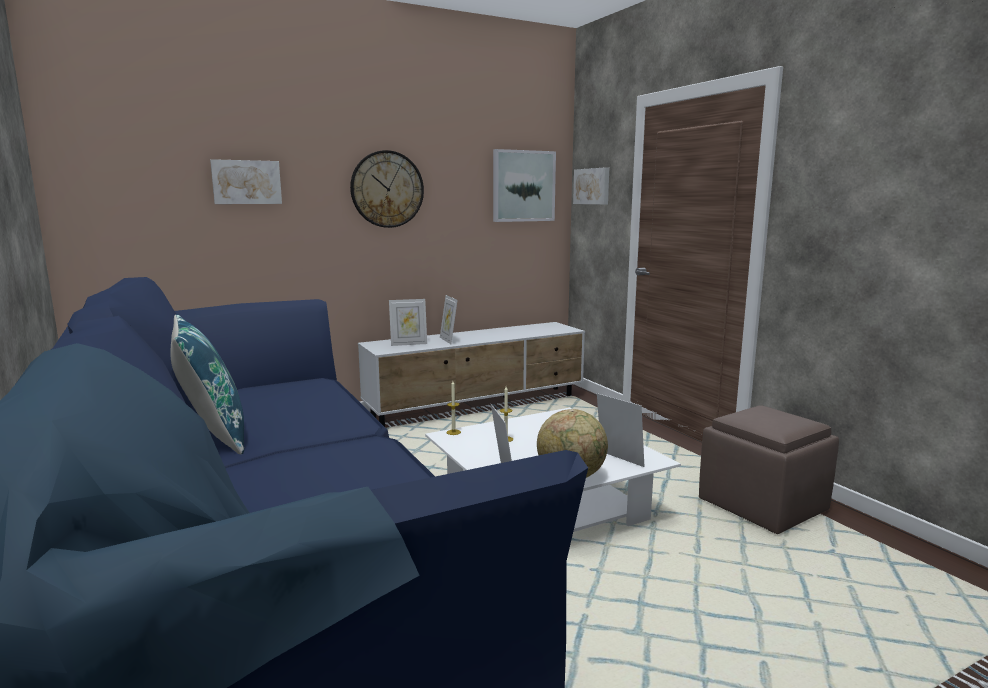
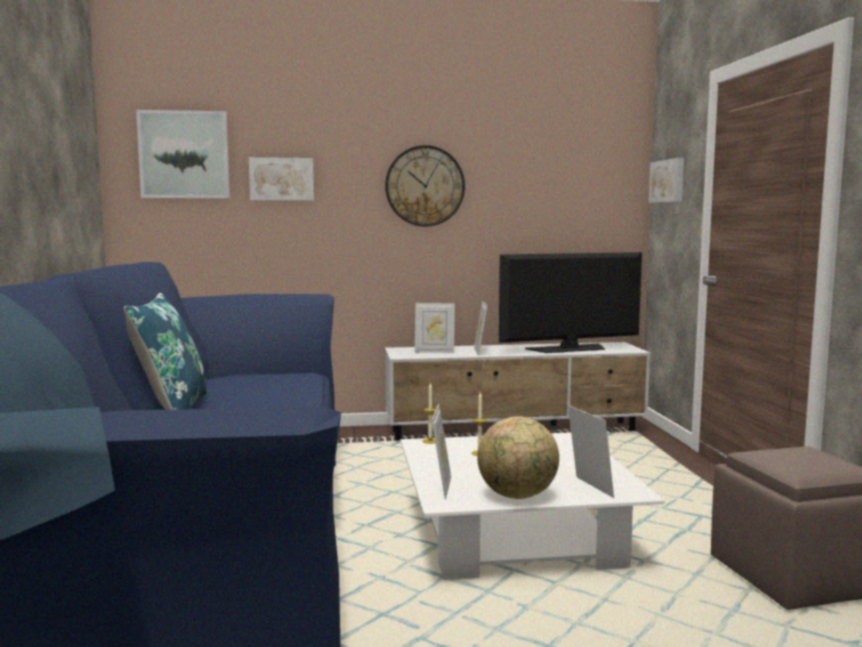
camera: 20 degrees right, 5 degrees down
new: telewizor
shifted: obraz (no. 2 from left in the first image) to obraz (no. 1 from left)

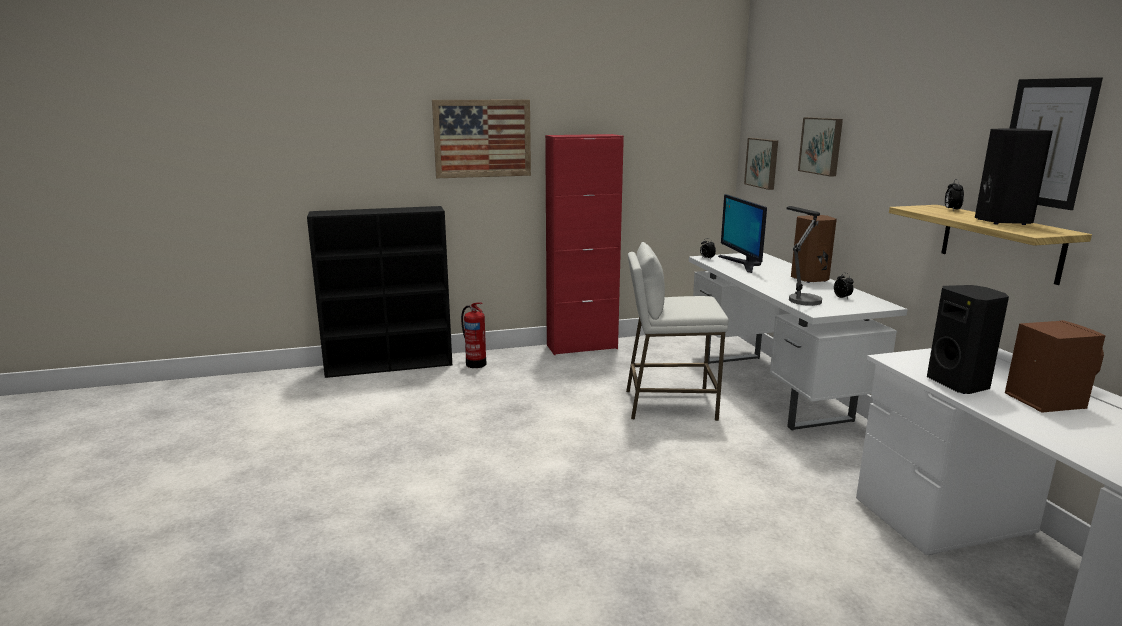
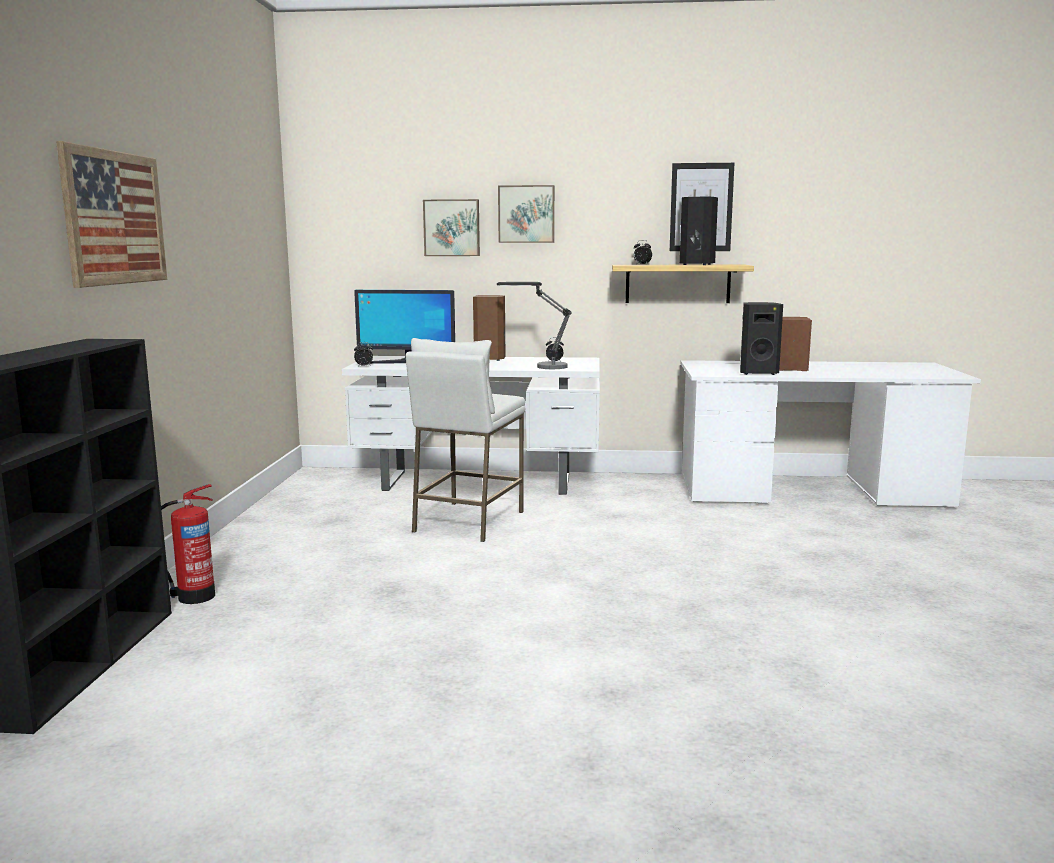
camera: 70 degrees left, 5 degrees down
gone: szafka (czerwony)
shifted: obraz (no. 2 from left in the first image) to obraz (no. 3 from left)

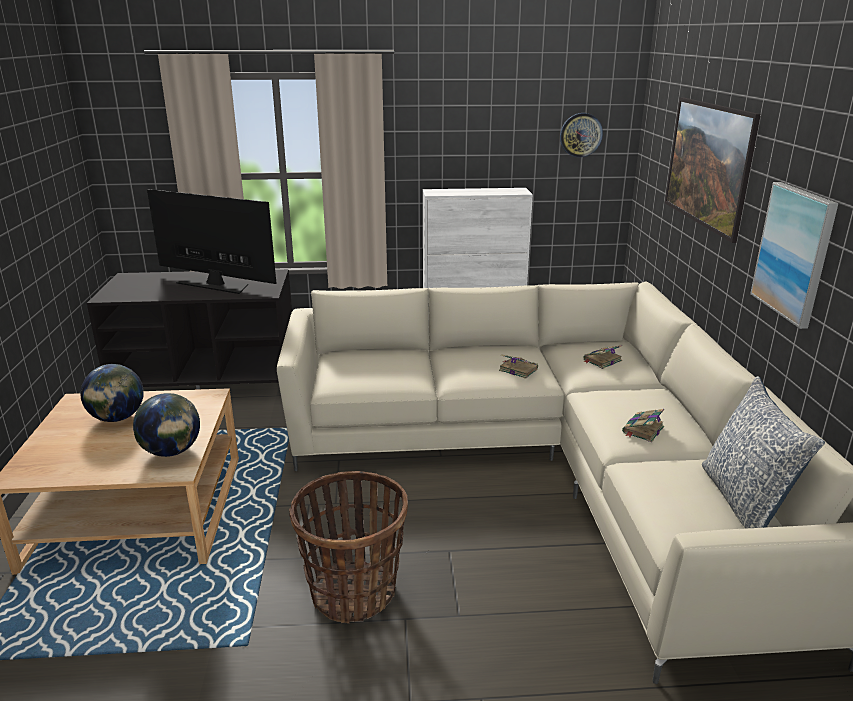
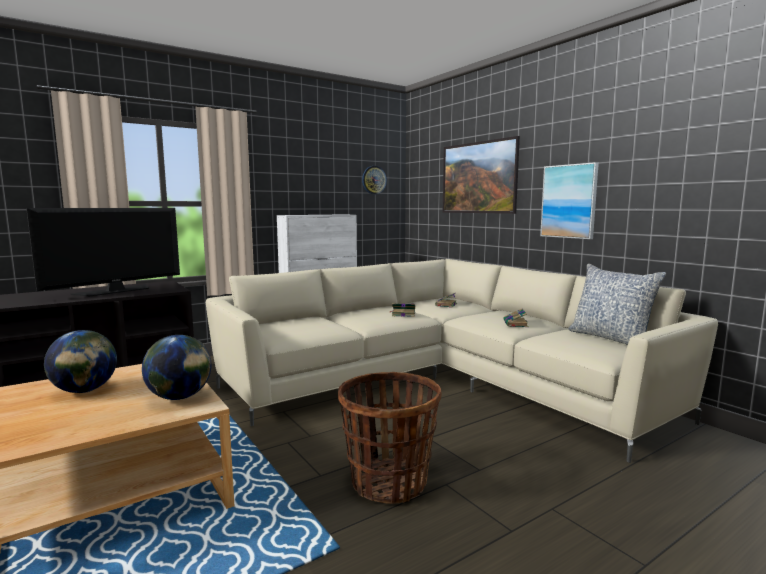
camera: 30 degrees left, 15 degrees down
rotated: telewizor 135 degrees clockwise

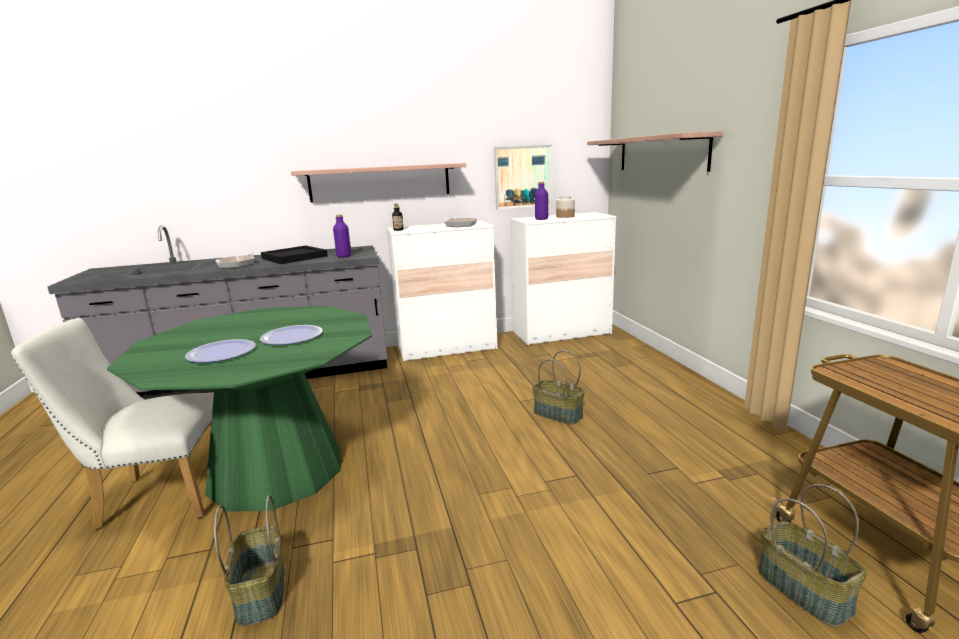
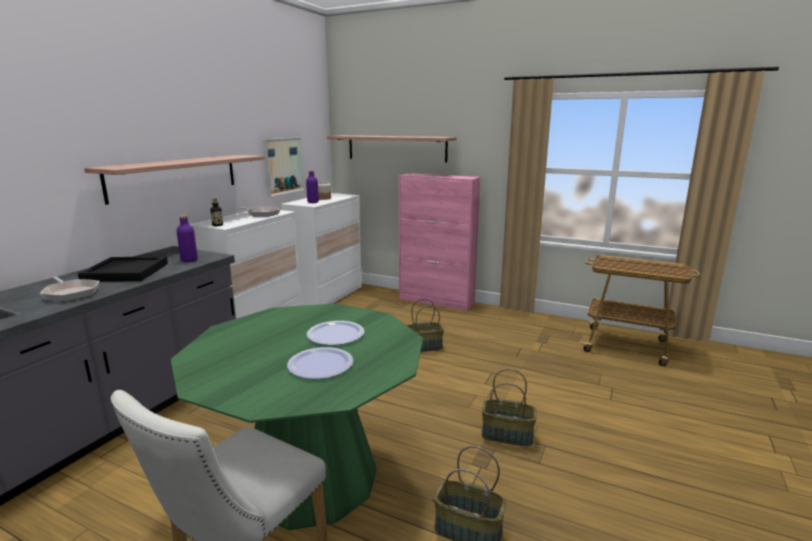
camera: 50 degrees left, 0 degrees up
new: szafka (różowy)
shifted: koszyk (no. 3 from left)

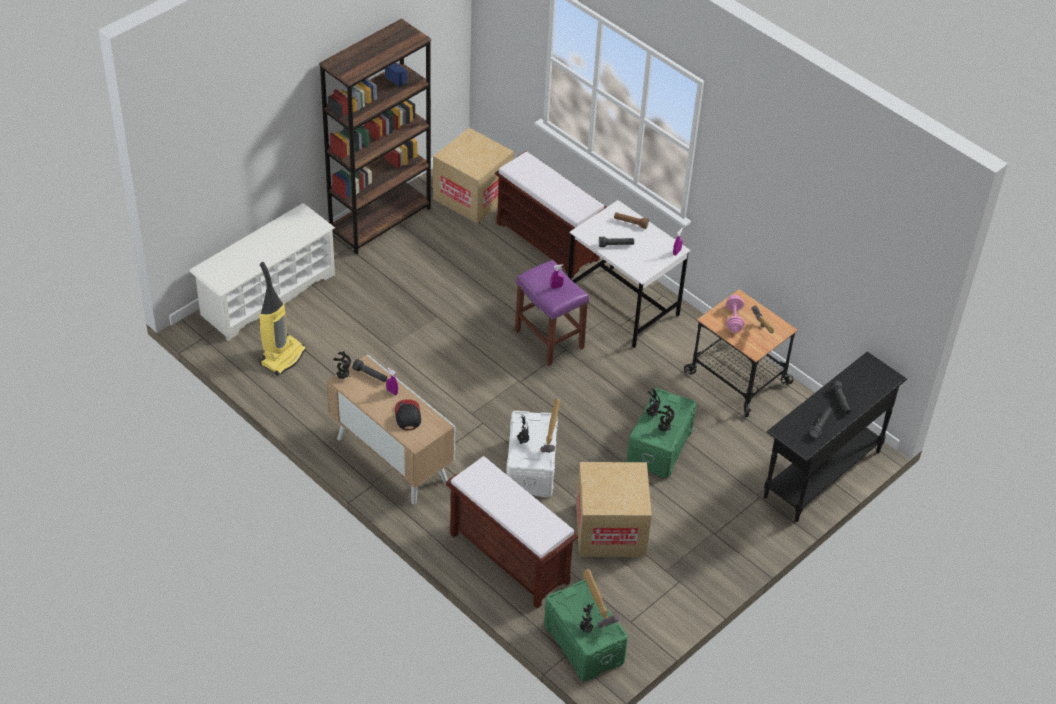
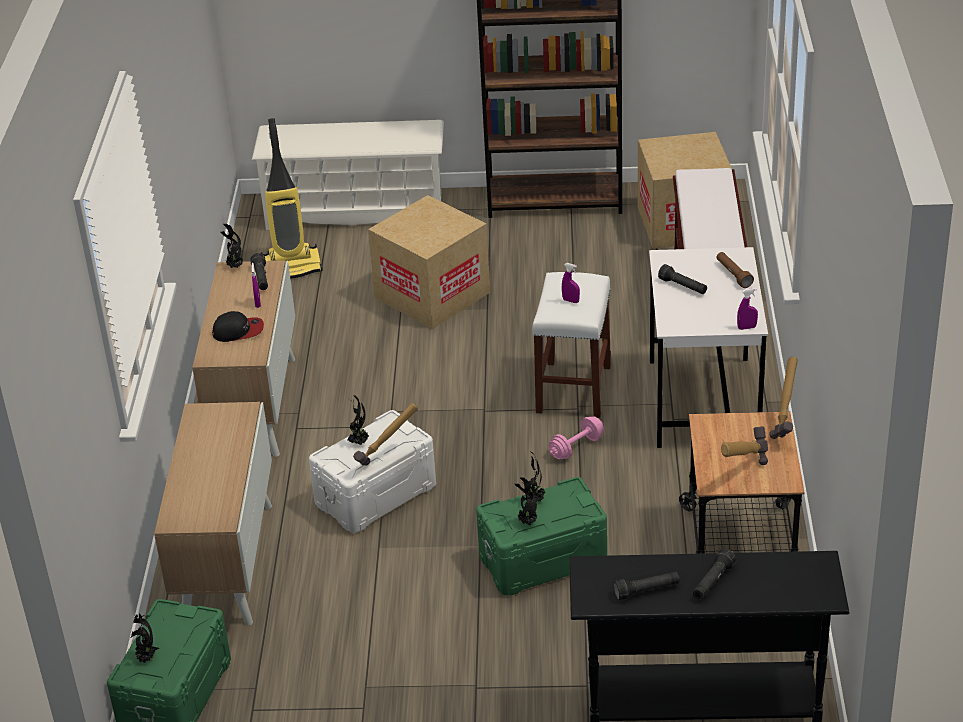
camera: 50 degrees right, 10 degrees down
shifted: karton (no. 2 from left in the first image) to karton (no. 1 from left); młotek (no. 2 from left in the first image) to młotek (no. 3 from left); hantel (różowy)
swapped: ławka (brązowy) (no. 1 from left) to szafka (no. 1 from left)
repainted: stołek (fioletowy) to stołek (biały)
rotated: czapka z daszkiem 45 degrees clockwise

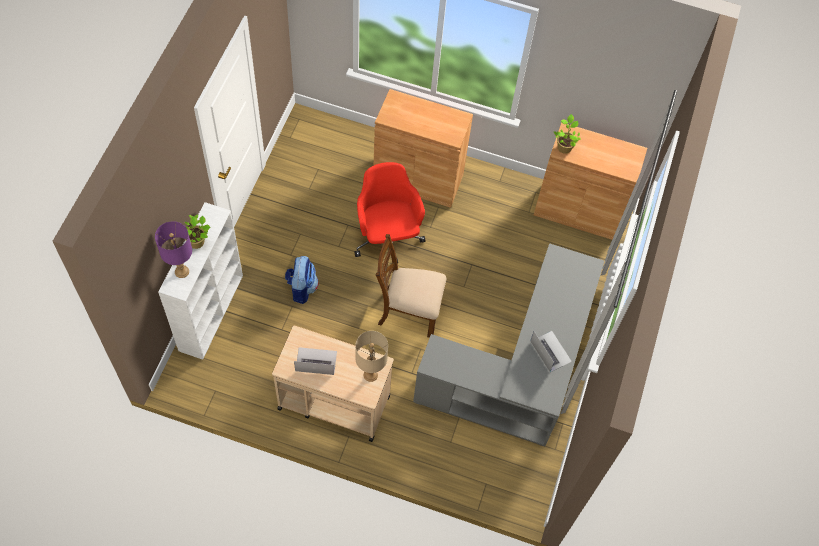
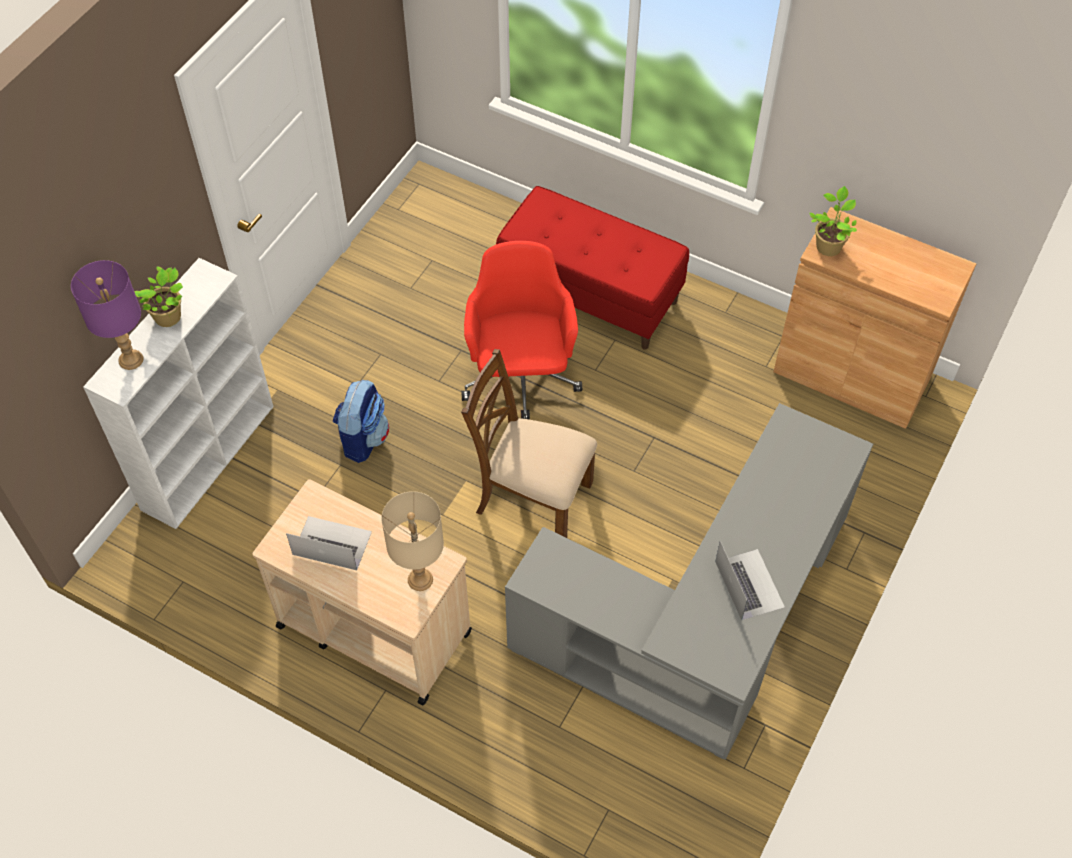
camera: 15 degrees right, 5 degrees down
swapped: szafka (brązowy) (no. 1 from left) to ławka (czerwony)

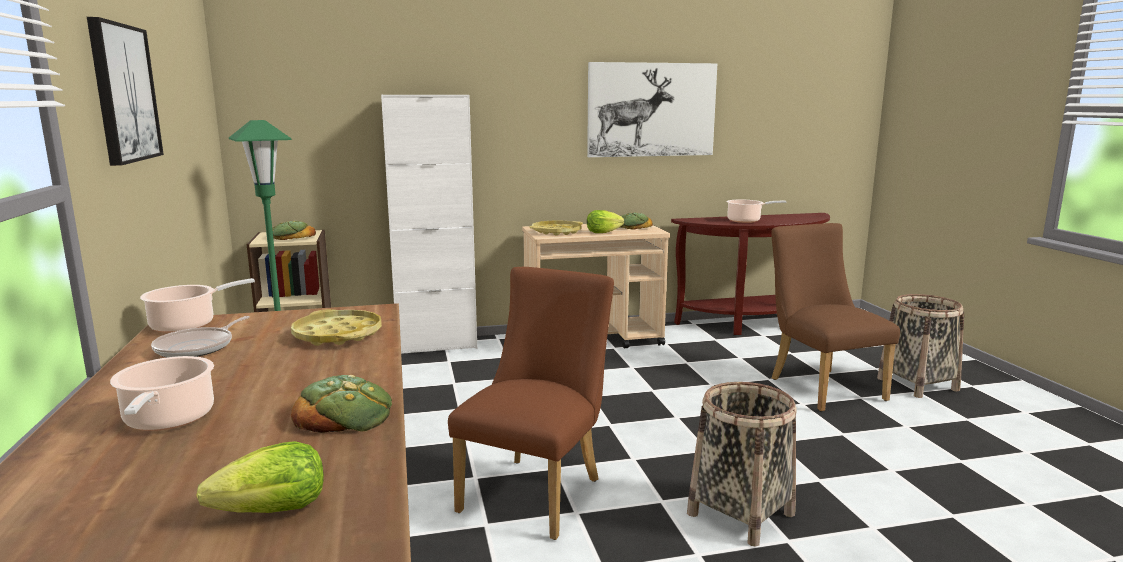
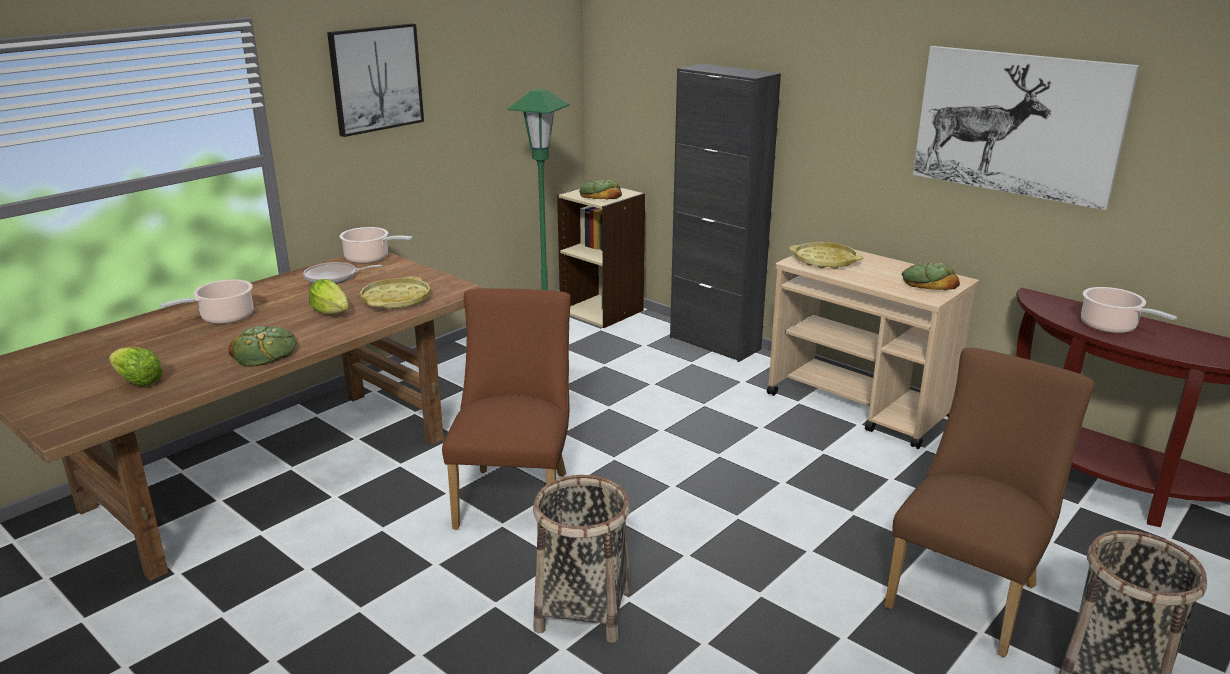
camera: 55 degrees right, 10 degrees up
shifted: sałata (no. 2 from left)
repainted: szafka (biały) to szafka (czarny)
rotated: krzesło (brązowy) (no. 1 from left) 75 degrees counterclockwise

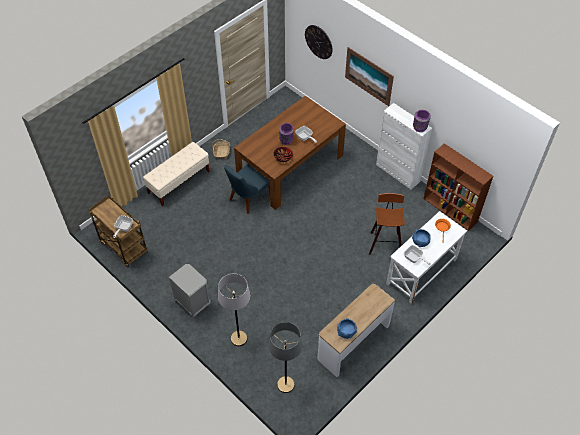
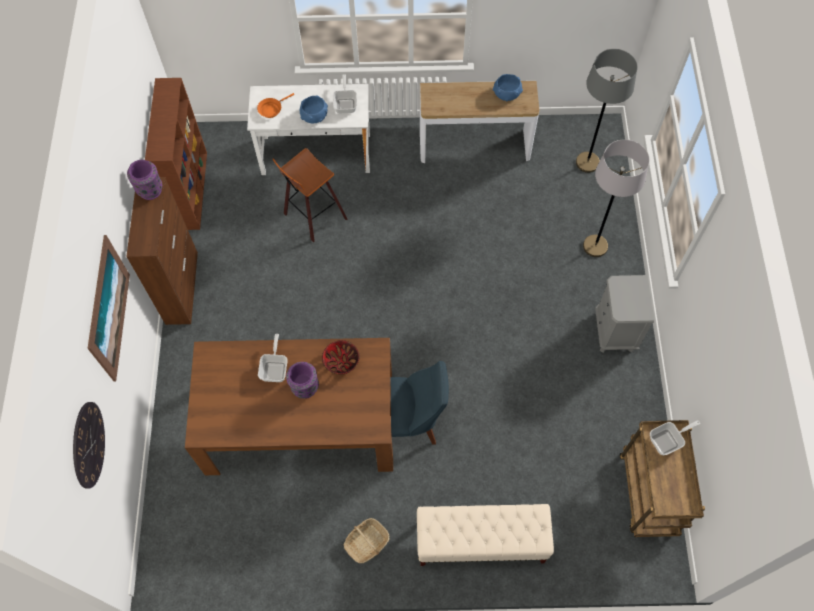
camera: 135 degrees left, 10 degrees up
repainted: szafka (biały) to szafka (brązowy)

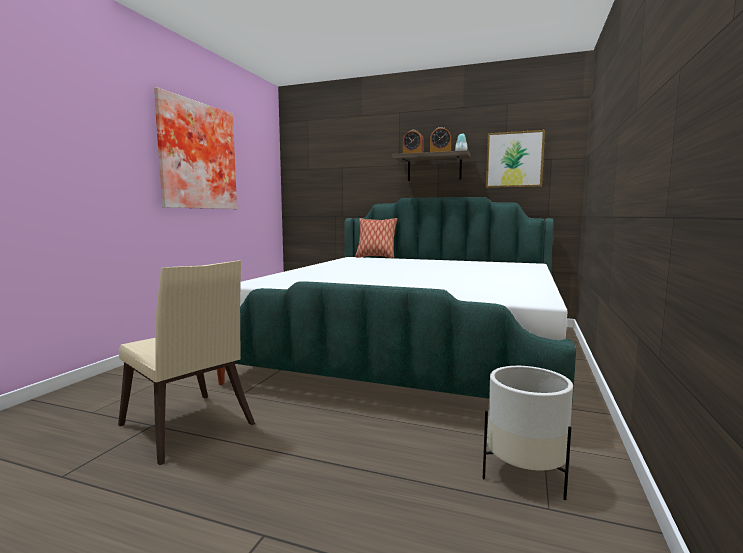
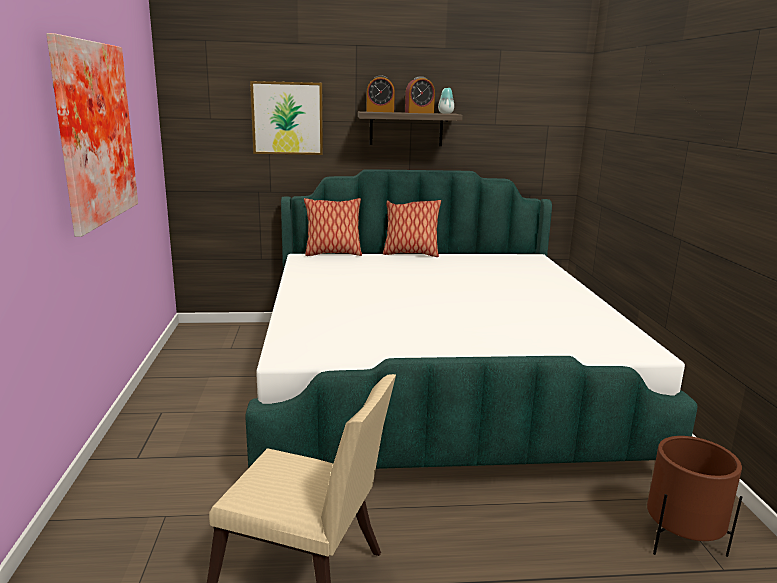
camera: 25 degrees left, 10 degrees up
new: poduszka (no. 2 from left)
shifted: obraz (no. 2 from left)
repainted: donica (biały) to donica (brązowy)

